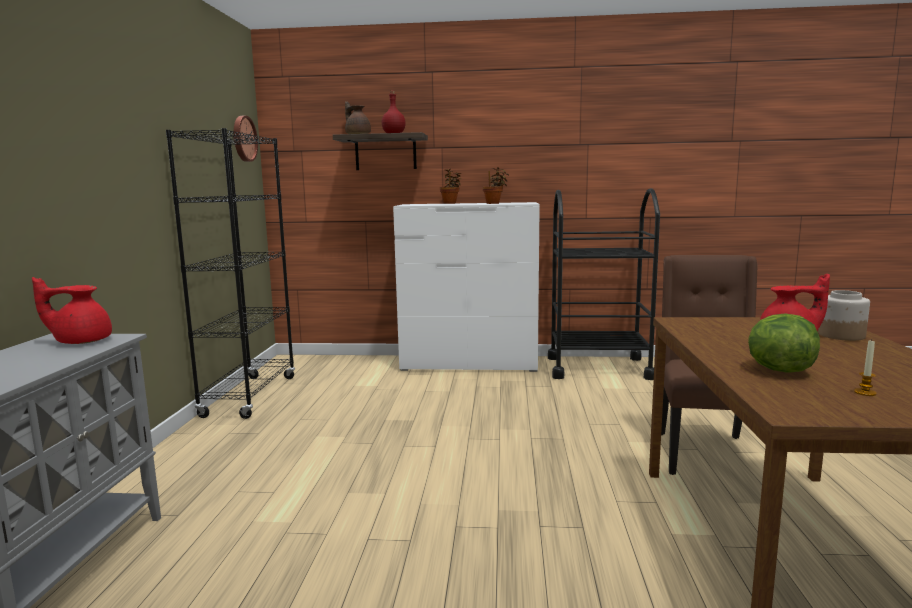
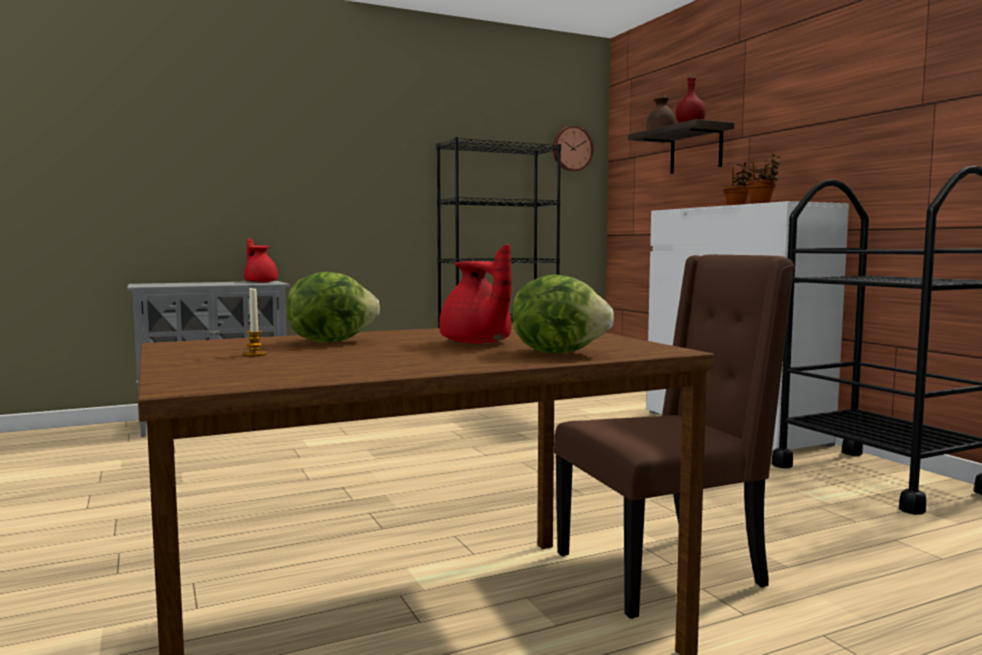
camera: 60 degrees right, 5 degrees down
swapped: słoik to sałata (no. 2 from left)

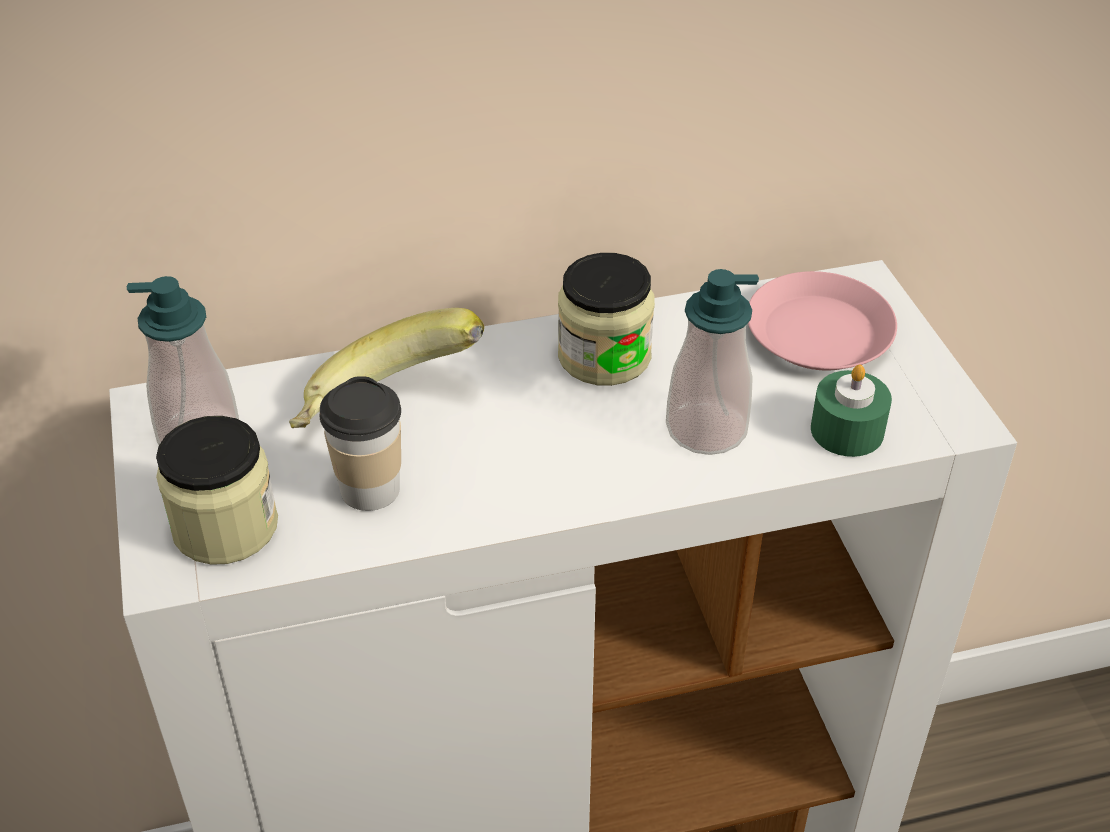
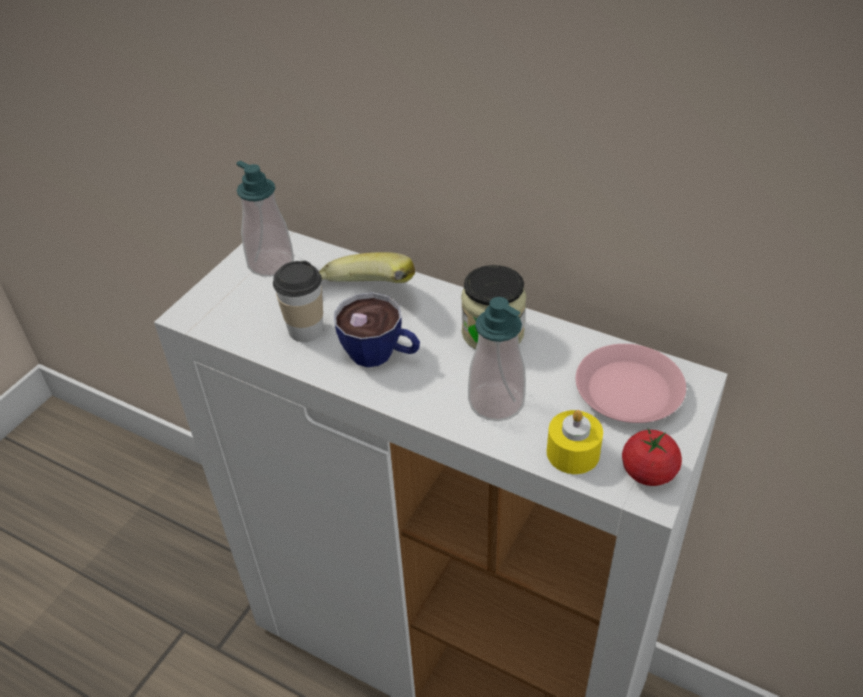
camera: 45 degrees right, 0 degrees up
gone: słoik (no. 1 from left)
new: filiżanka (no. 2 from left); pomidor
repainted: świeca (zielony) to świeca (żółty)

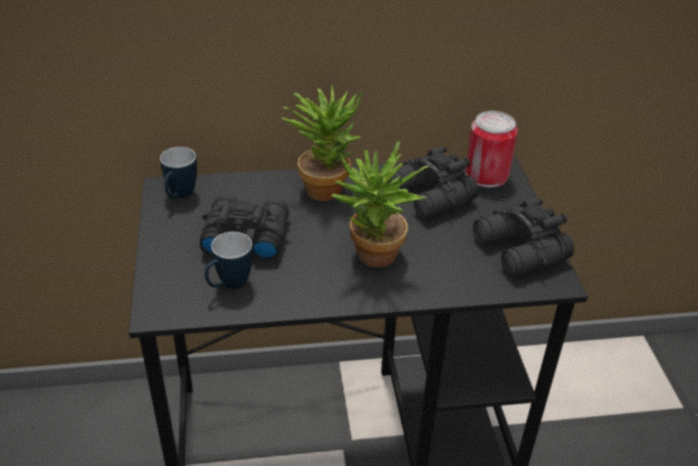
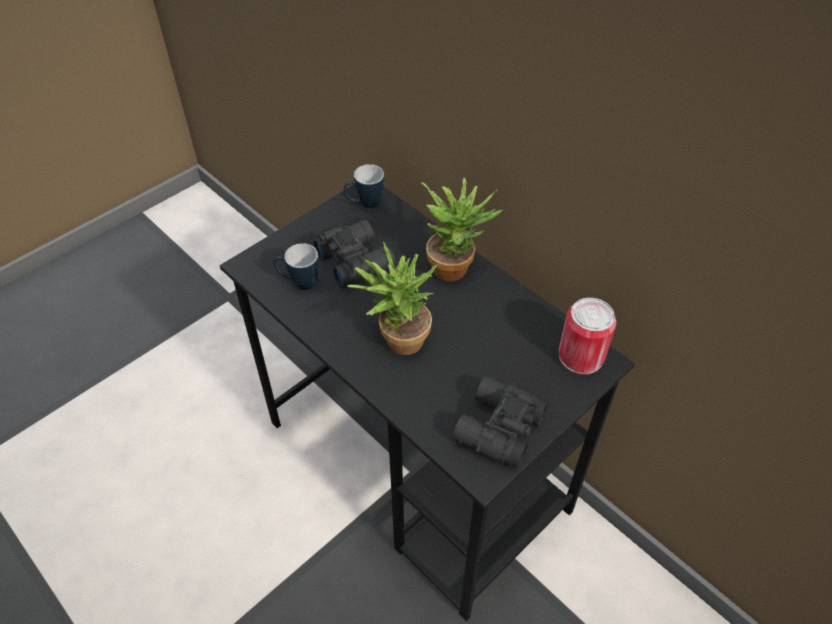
camera: 55 degrees right, 10 degrees up
gone: lornetka (czarny) (no. 2 from left)

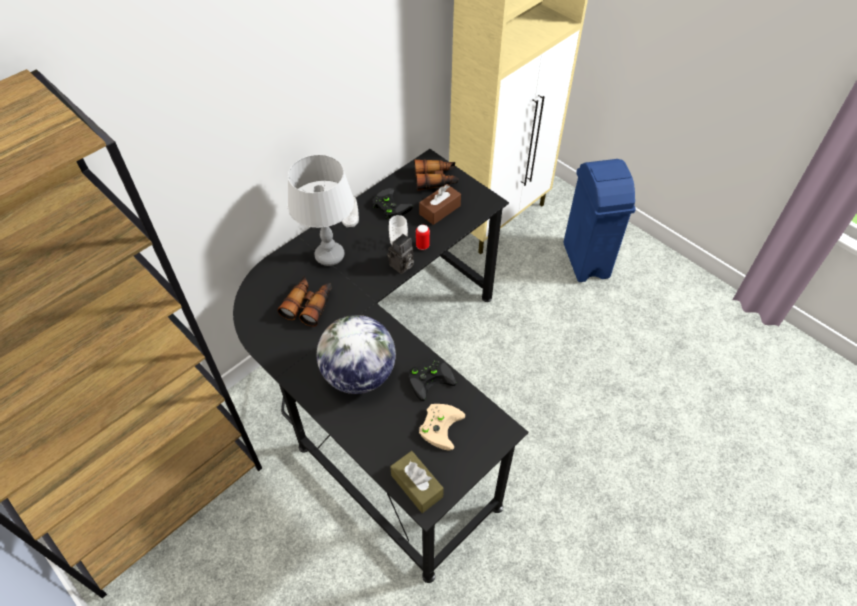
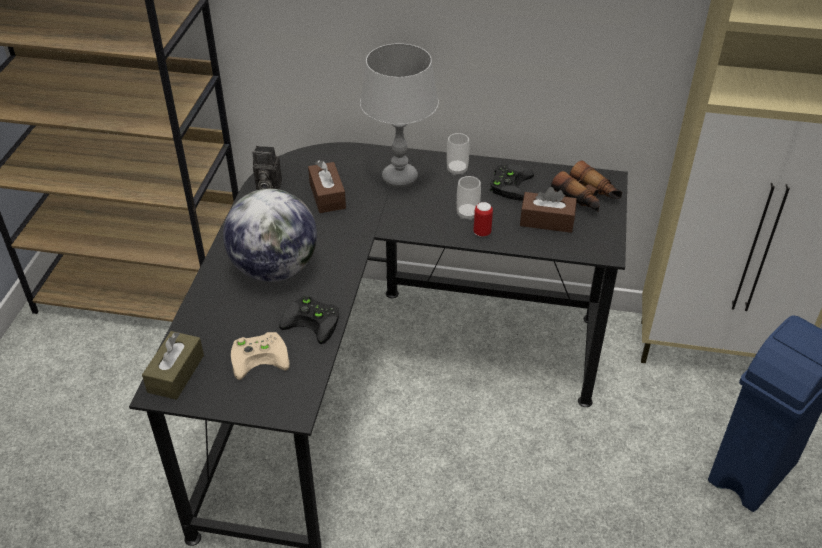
camera: 55 degrees right, 10 degrees down
shifted: aparat fotograficzny
swapped: lornetka (no. 1 from left) to pudełko chusteczek (brązowy) (no. 2 from left)

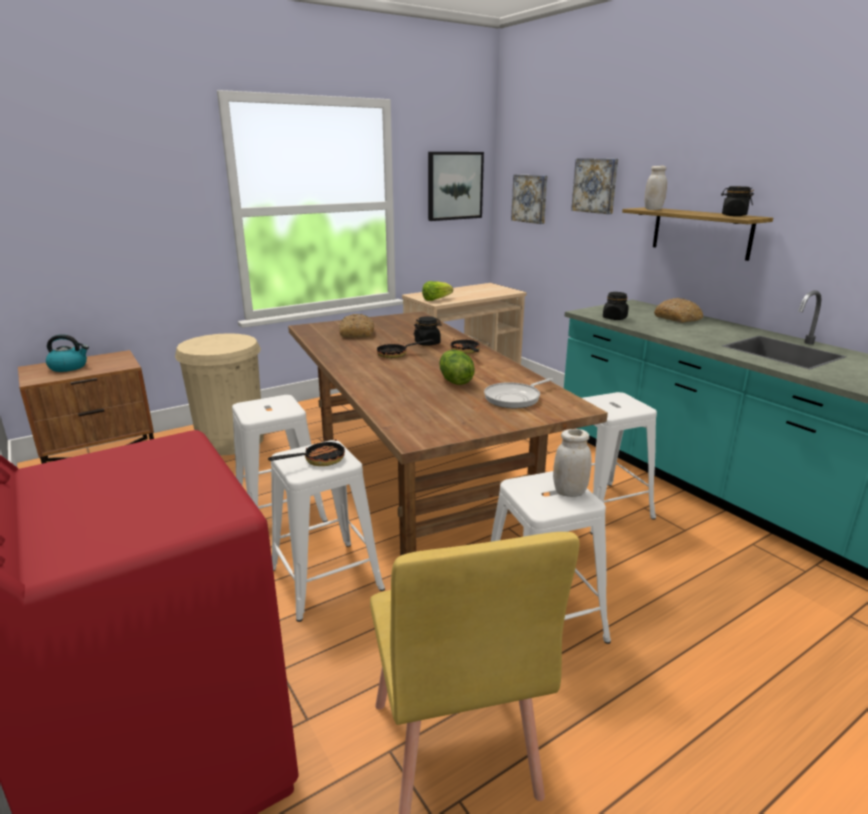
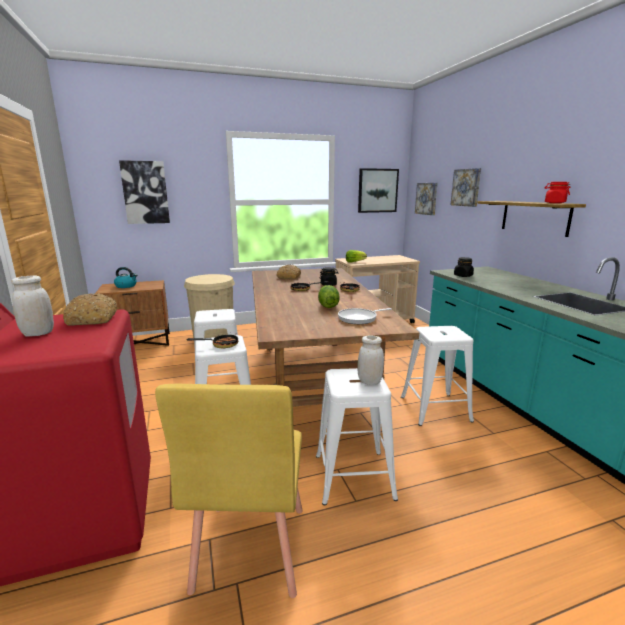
camera: 15 degrees right, 5 degrees down
new: obraz (no. 1 from left)
shifted: słoik (biały) (no. 2 from left in the first image) to słoik (biały) (no. 1 from left); chleb (no. 2 from left in the first image) to chleb (no. 1 from left)
repainted: słoik (czarny) (no. 3 from left) to słoik (czerwony)

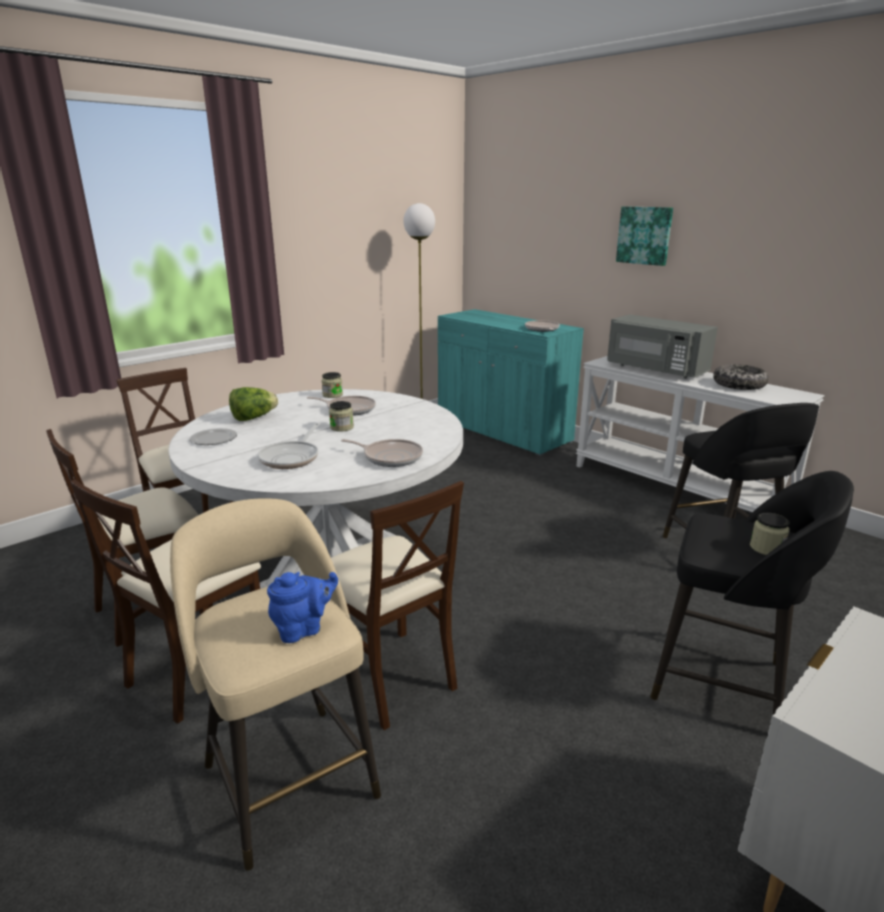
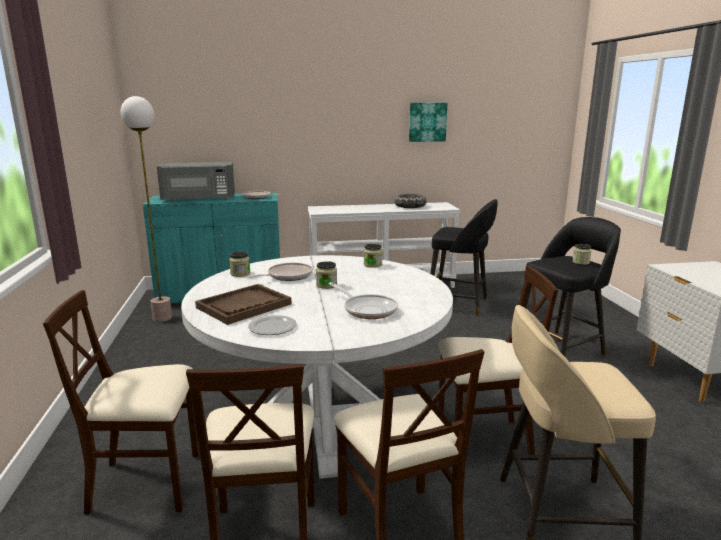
camera: 55 degrees left, 5 degrees down
gone: imbryk (niebieski); patelnia (no. 3 from left)
new: słoik (no. 3 from left)
shifted: mikrofalówka (szary); obraz
swapped: sałata to taca (brązowy)

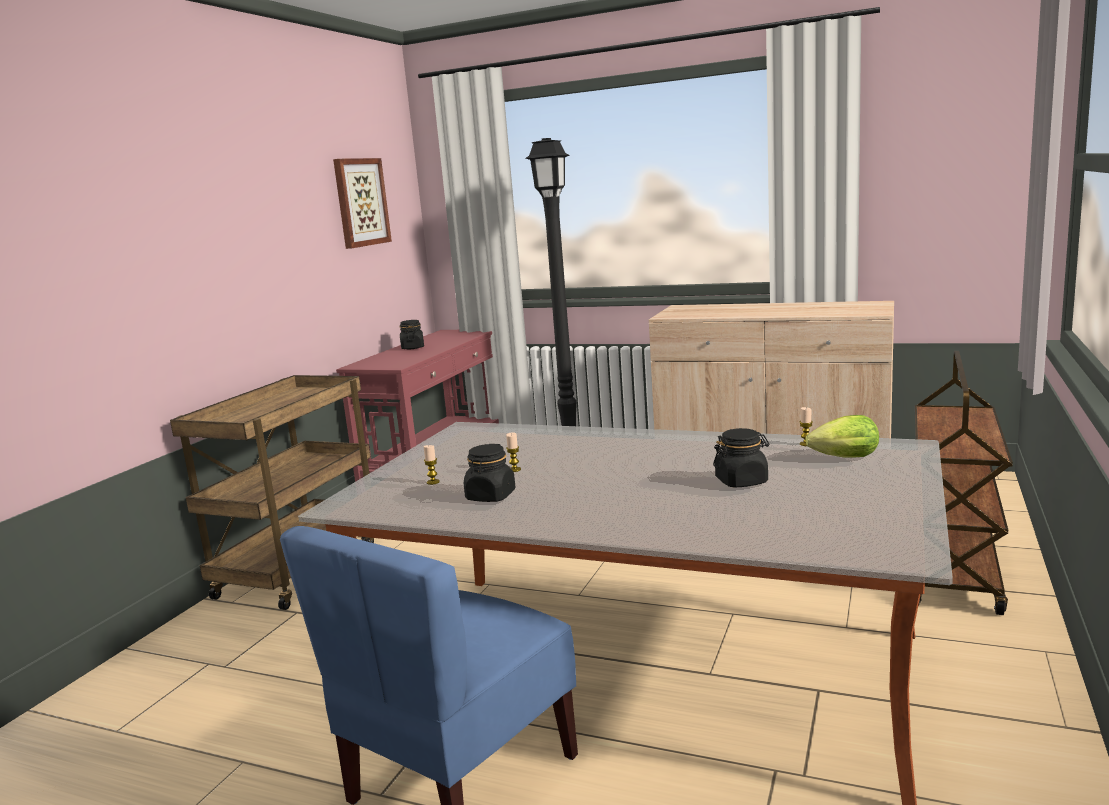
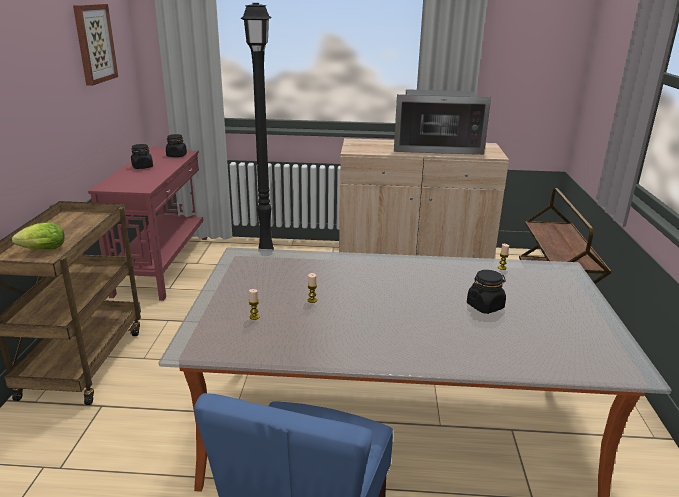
camera: 20 degrees left, 10 degrees up
new: mikrofalówka
shifted: słoik (czarny) (no. 2 from left); sałata

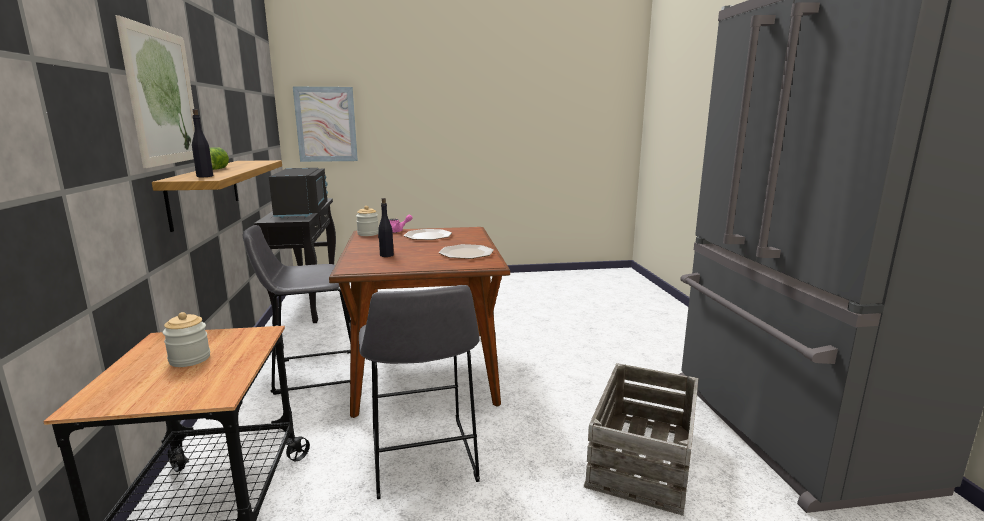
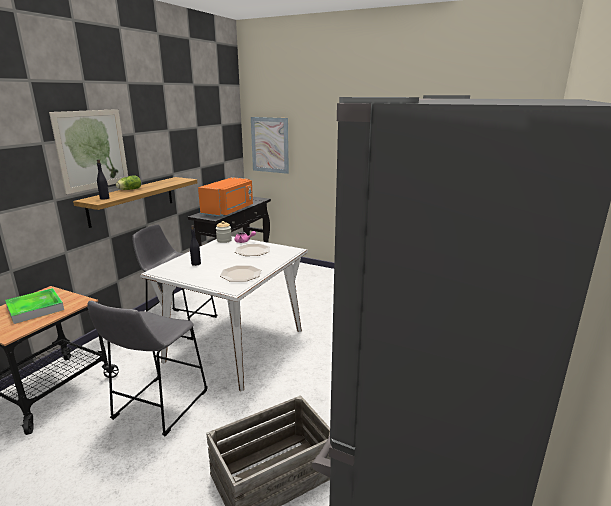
camera: 35 degrees right, 5 degrees up
swapped: słoik (no. 1 from left) to taca
repainted: mikrofalówka (czarny) to mikrofalówka (pomarańczowy); stół jadalny (brązowy) to stół jadalny (biały)

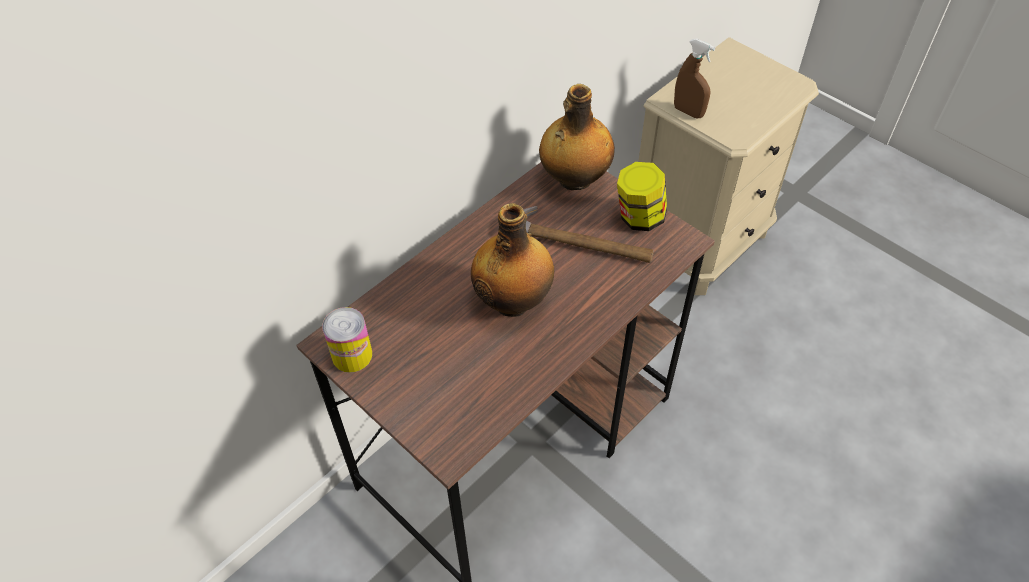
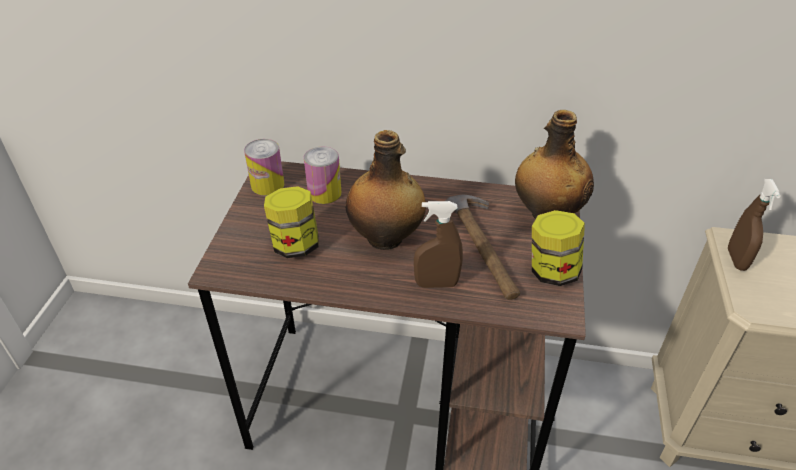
camera: 55 degrees right, 10 degrees down
new: słoik (no. 1 from left); puszka (no. 2 from left); spryskiwacz (brązowy) (no. 1 from left)

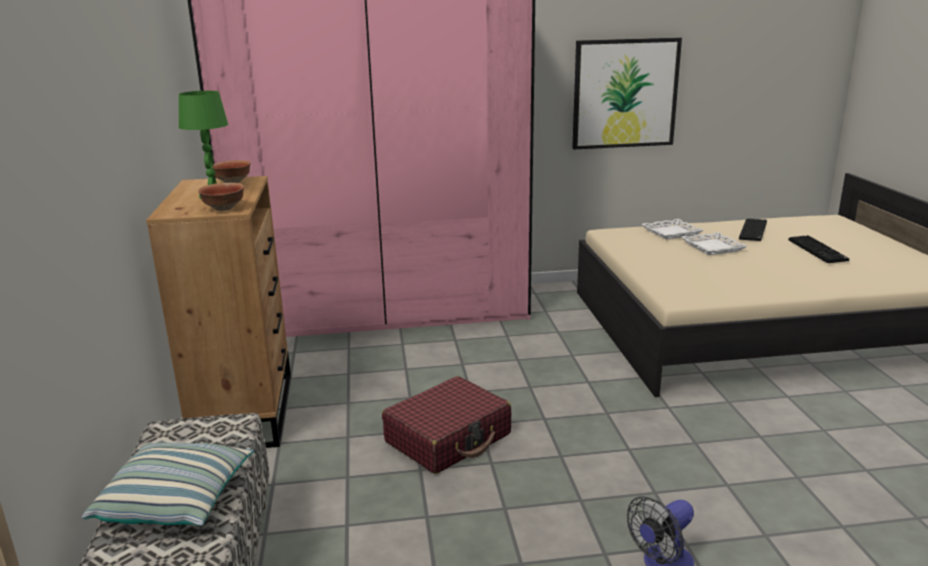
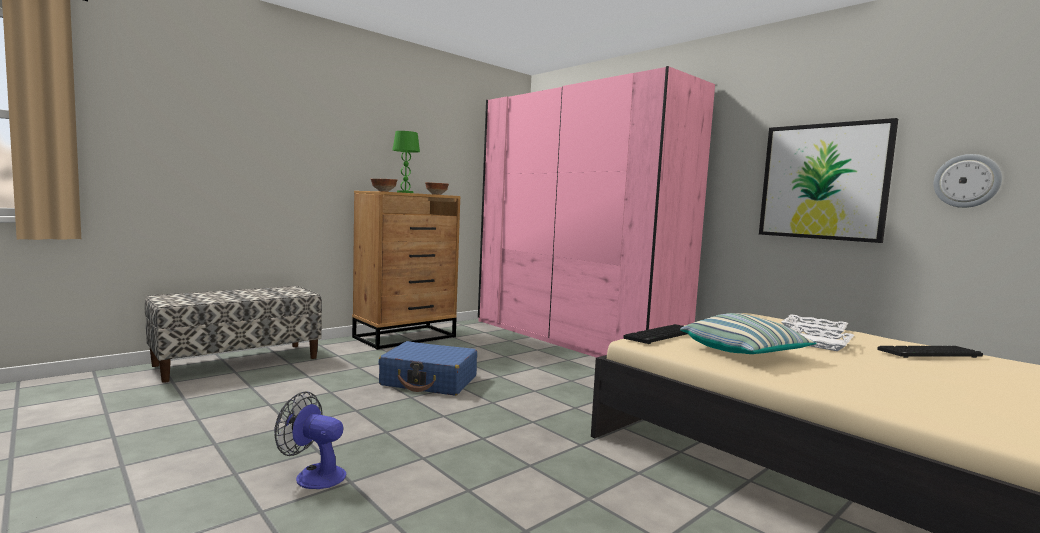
camera: 55 degrees right, 15 degrees down
new: zegar ścienny
shifted: poduszka; klawiatura (no. 2 from left in the first image) to klawiatura (no. 1 from left)
repainted: walizka (czerwony) to walizka (niebieski)

